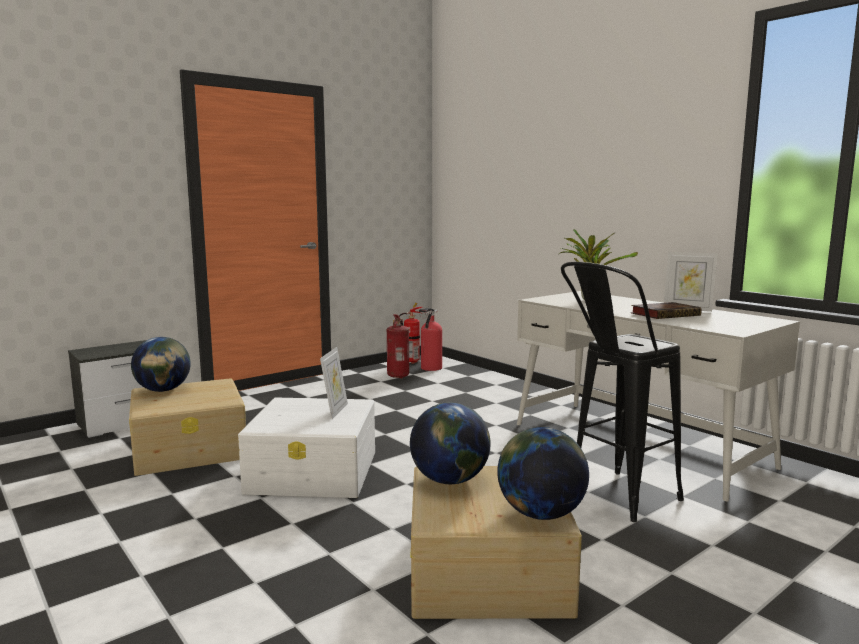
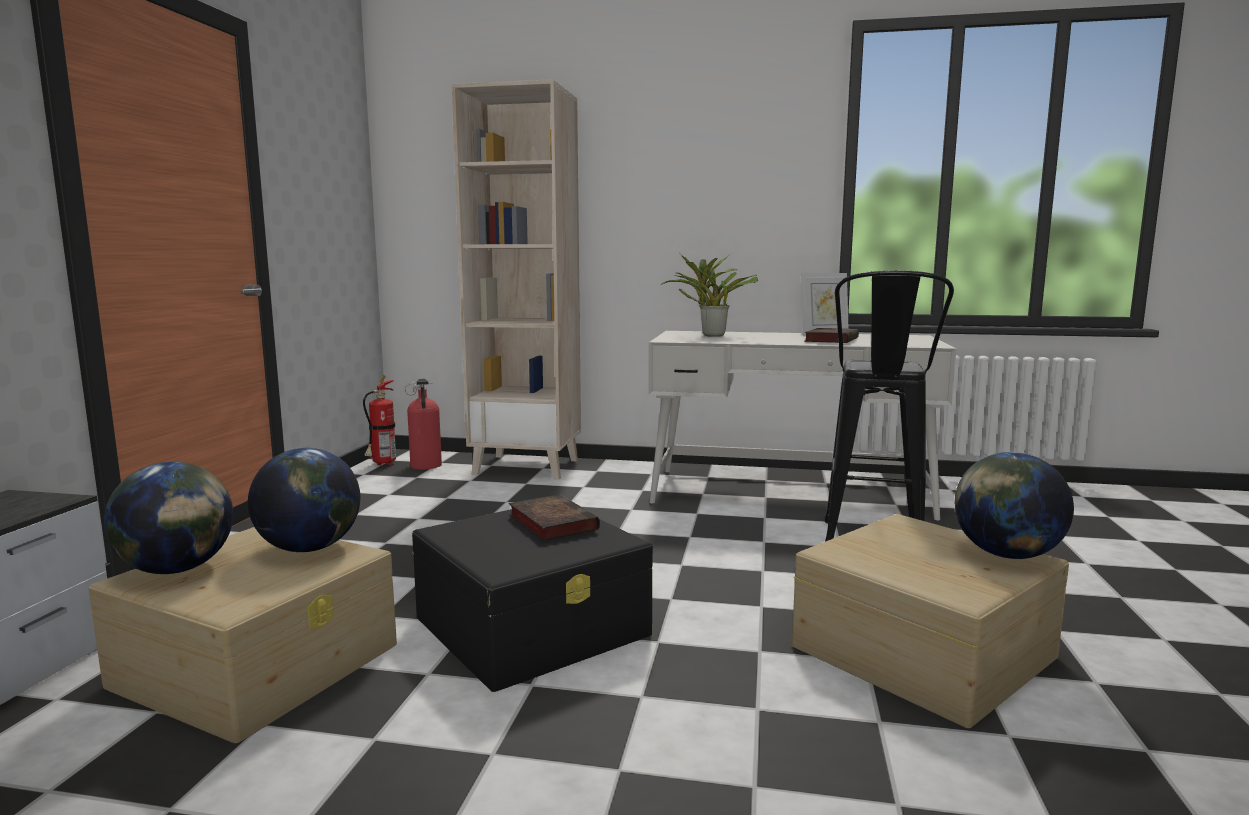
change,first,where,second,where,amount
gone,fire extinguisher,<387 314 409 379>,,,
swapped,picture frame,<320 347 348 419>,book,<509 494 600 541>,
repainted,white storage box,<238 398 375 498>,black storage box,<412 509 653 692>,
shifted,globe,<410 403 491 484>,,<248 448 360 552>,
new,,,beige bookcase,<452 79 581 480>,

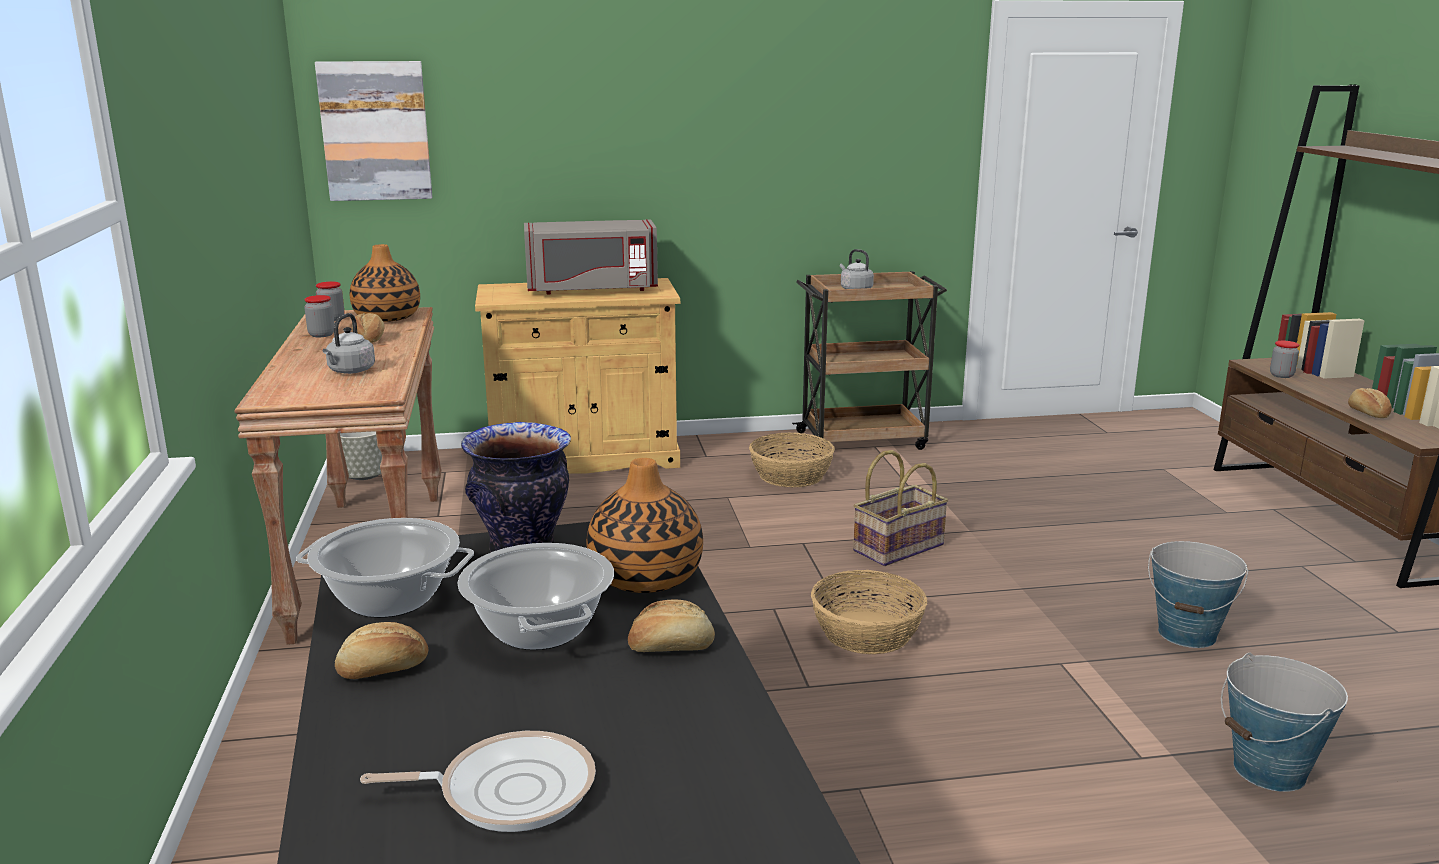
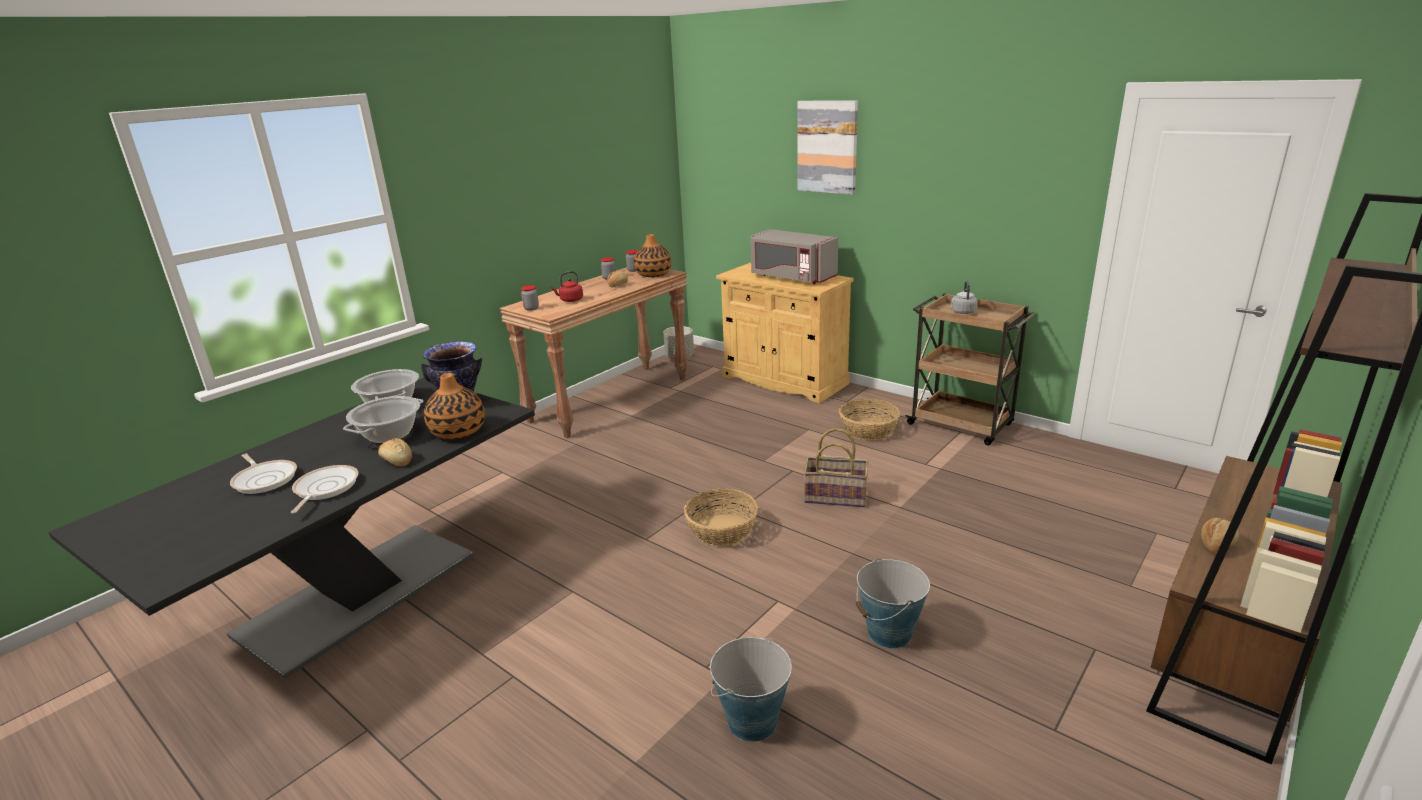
change,first,where,second,where,amount
shifted,picture,<315 61 432 201>,,<797 101 858 195>,
repainted,grey kettle,<323 313 375 374>,red kettle,<551 271 583 302>,
shifted,jar,<1270 341 1299 378>,,<521 285 539 311>,
gone,bread,<335 622 428 679>,,,
new,,,frying pan,<291 465 359 514>,

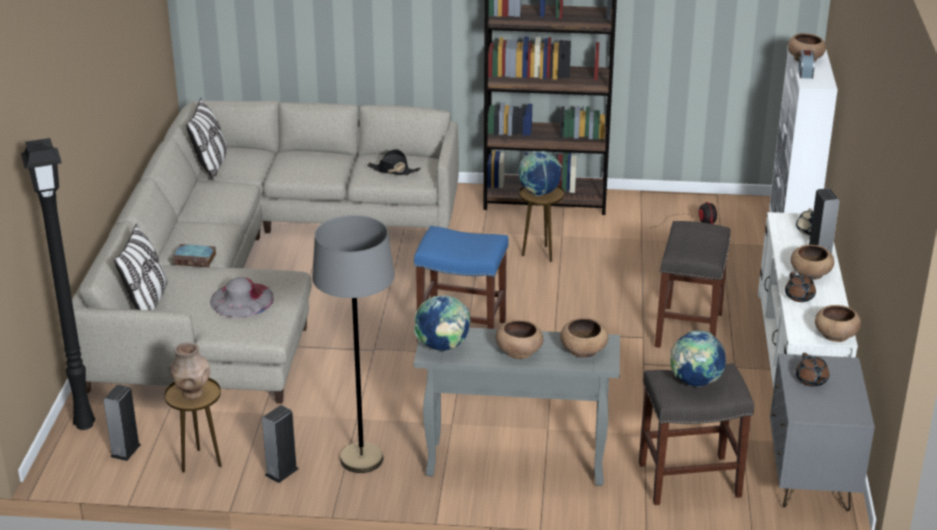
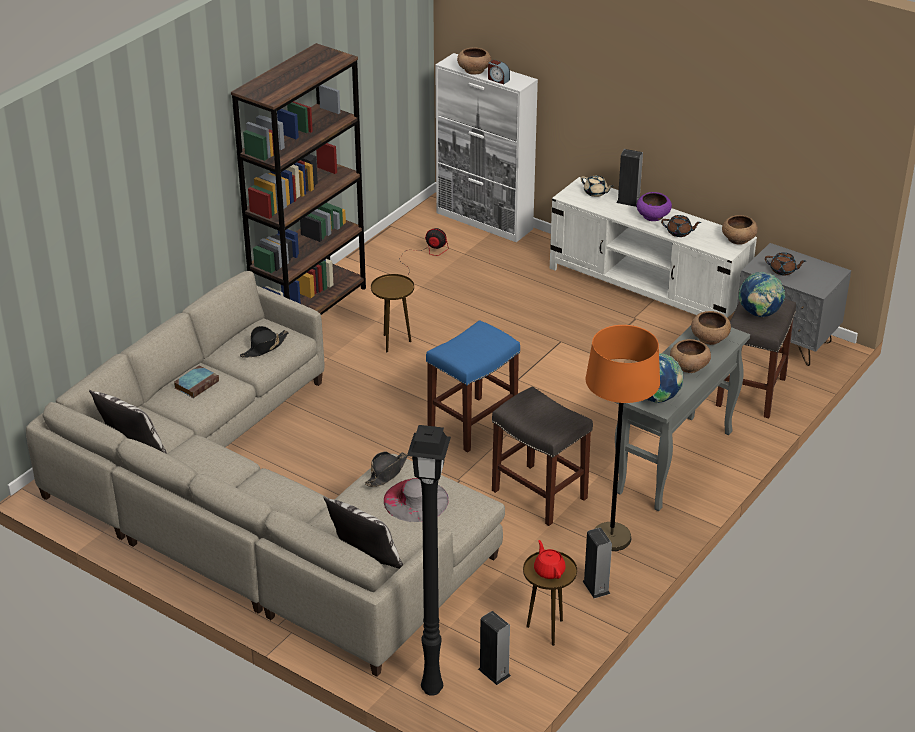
change,first,where,second,where,amount
gone,globe,<518 151 562 196>,,,
repainted,grey floor lamp,<312 215 394 473>,orange floor lamp,<586 325 660 551>,
shifted,grey stool,<655 221 731 348>,,<492 386 593 526>,
shifted,book,<172 244 217 267>,,<174 365 219 398>,
repainted,brown bowl,<791 245 834 280>,purple bowl,<637 192 672 221>,
swapped,brown vase,<169 342 210 400>,red teapot,<534 540 566 579>,
new,,,black hat,<365 451 408 487>,

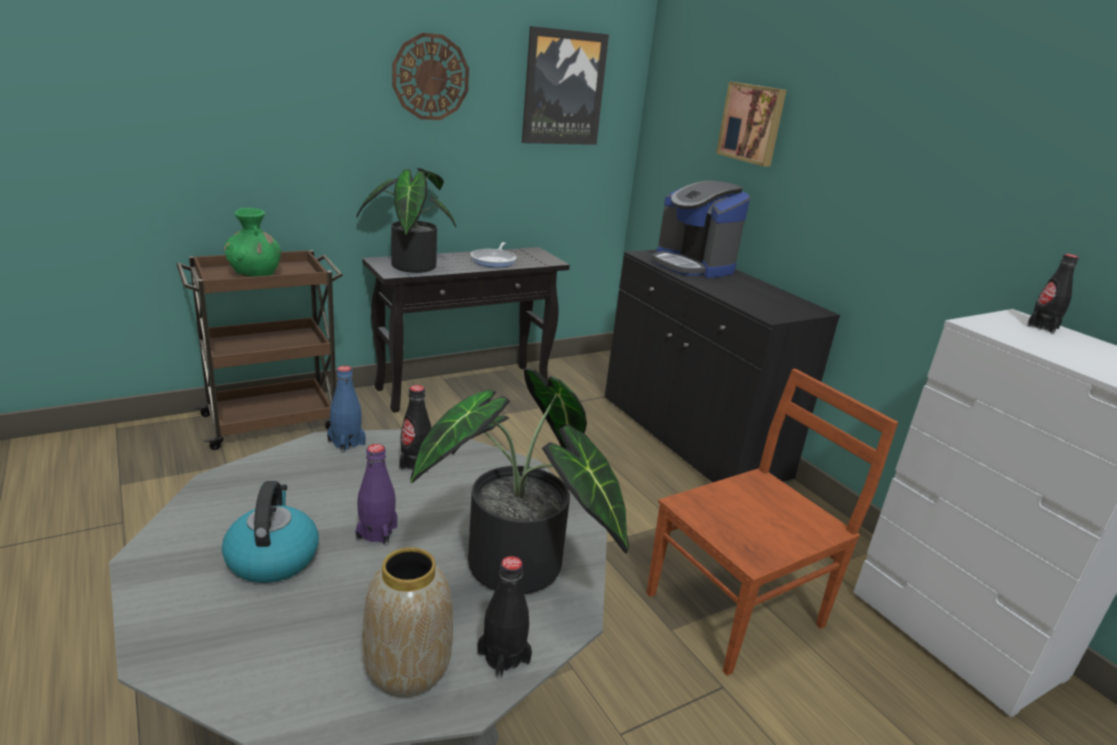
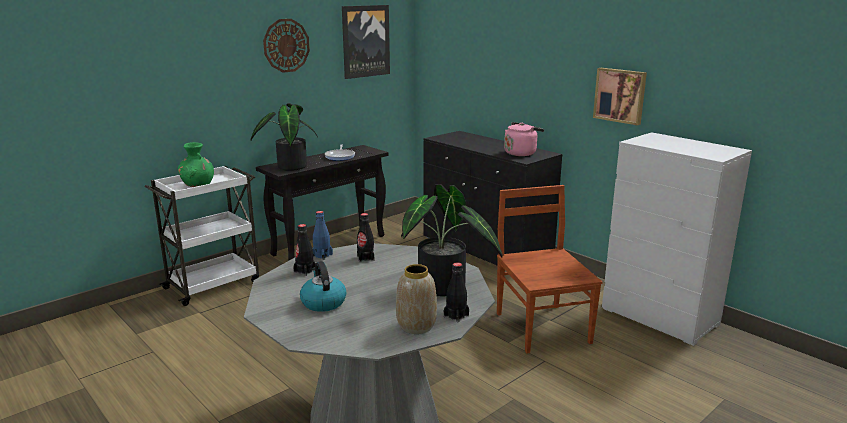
change,first,where,second,where,amount
shifted,picture,<716 82 787 167>,,<593 68 647 125>,
gone,coffee machine,<651 181 750 278>,,,
repainted,brown cart,<177 250 343 450>,white cart,<145 166 259 306>,
shifted,black bottle,<1027 254 1079 334>,,<293 224 316 276>,
rotated,brown chair,<647 369 898 676>,,<497 185 603 353>,60 degrees counterclockwise
gone,purple bottle,<355 444 397 545>,,,
new,,,pink kettle,<504 122 544 156>,

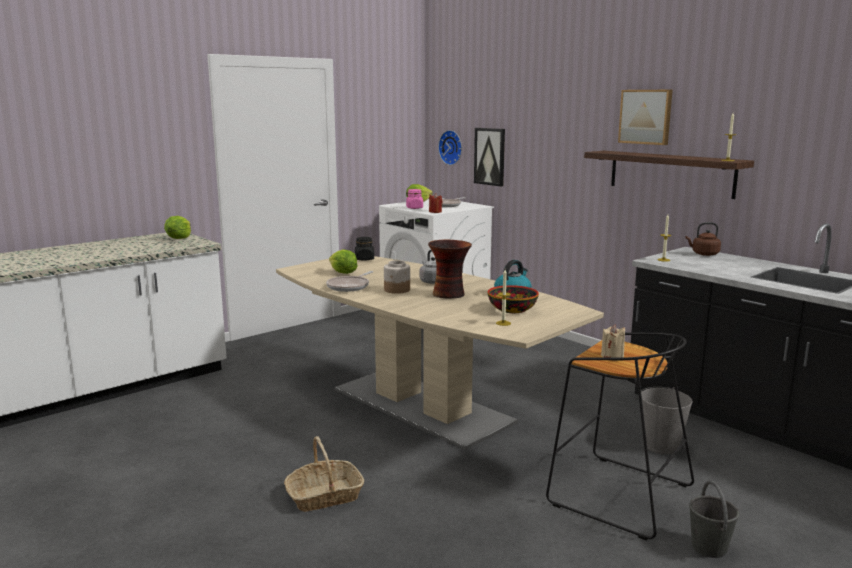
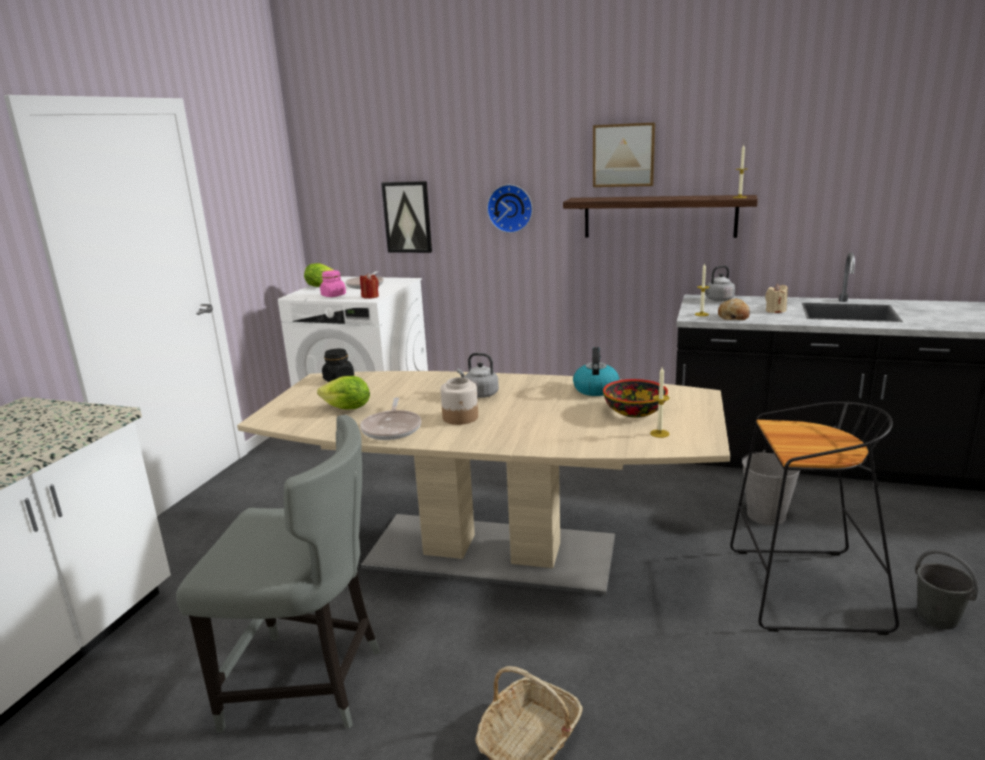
change,first,where,second,where,amount
shifted,wall clock,<438 130 462 165>,,<487 184 533 233>,
gone,lettuce,<164 216 191 239>,,,
repainted,brown kettle,<686 222 721 256>,grey kettle,<701 265 735 302>,
gone,vase,<428 240 472 299>,,,
shifted,beige candle,<601 325 625 358>,,<765 284 788 313>,
new,,,bread,<718 298 750 320>,
new,,,grey chair,<176 415 380 733>,

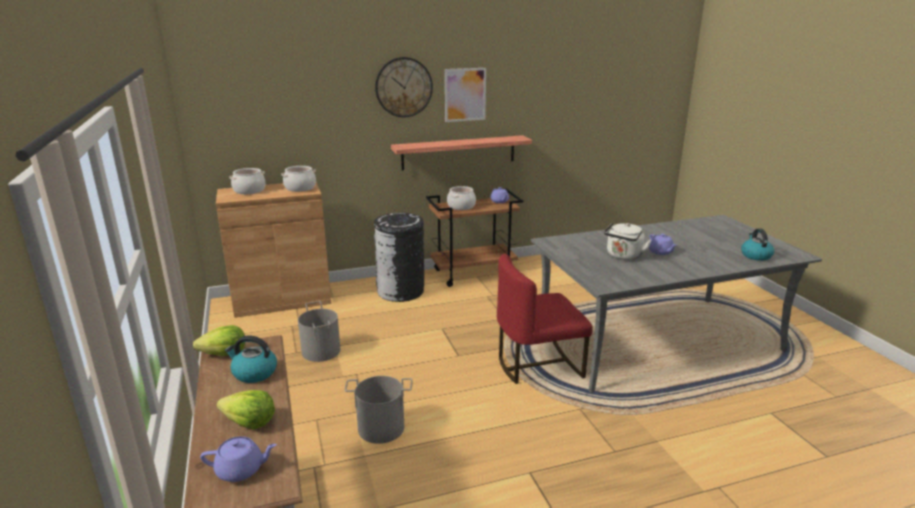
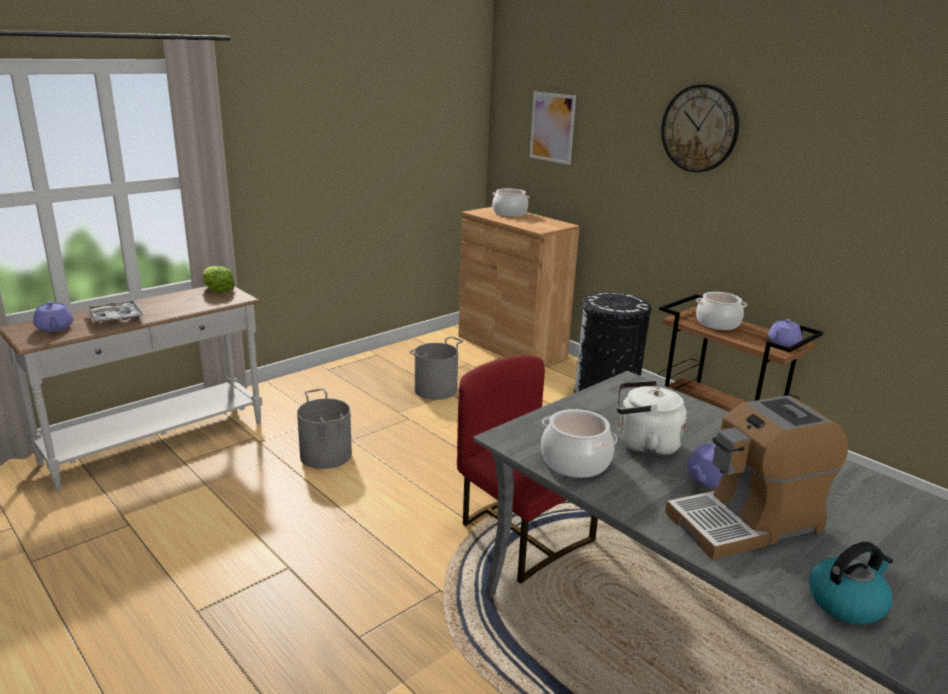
change,first,where,second,where,amount
shifted,picture,<445 68 486 122>,,<530 92 576 165>,
gone,shelf,<391 135 532 170>,,,
shifted,cooking pot,<281 166 316 192>,,<541 409 617 478>,
gone,kettle,<225 335 277 383>,,,
swapped,lettuce,<217 390 275 430>,tray,<86 300 146 323>,
new,,,coffee machine,<665 395 848 560>,

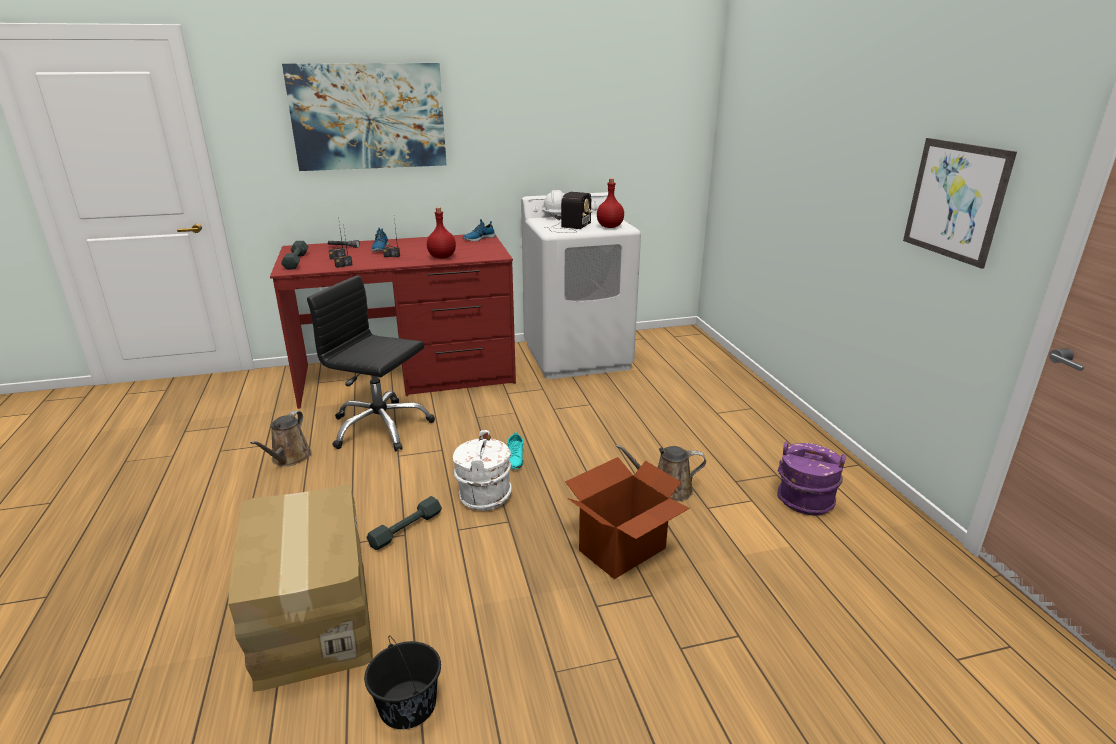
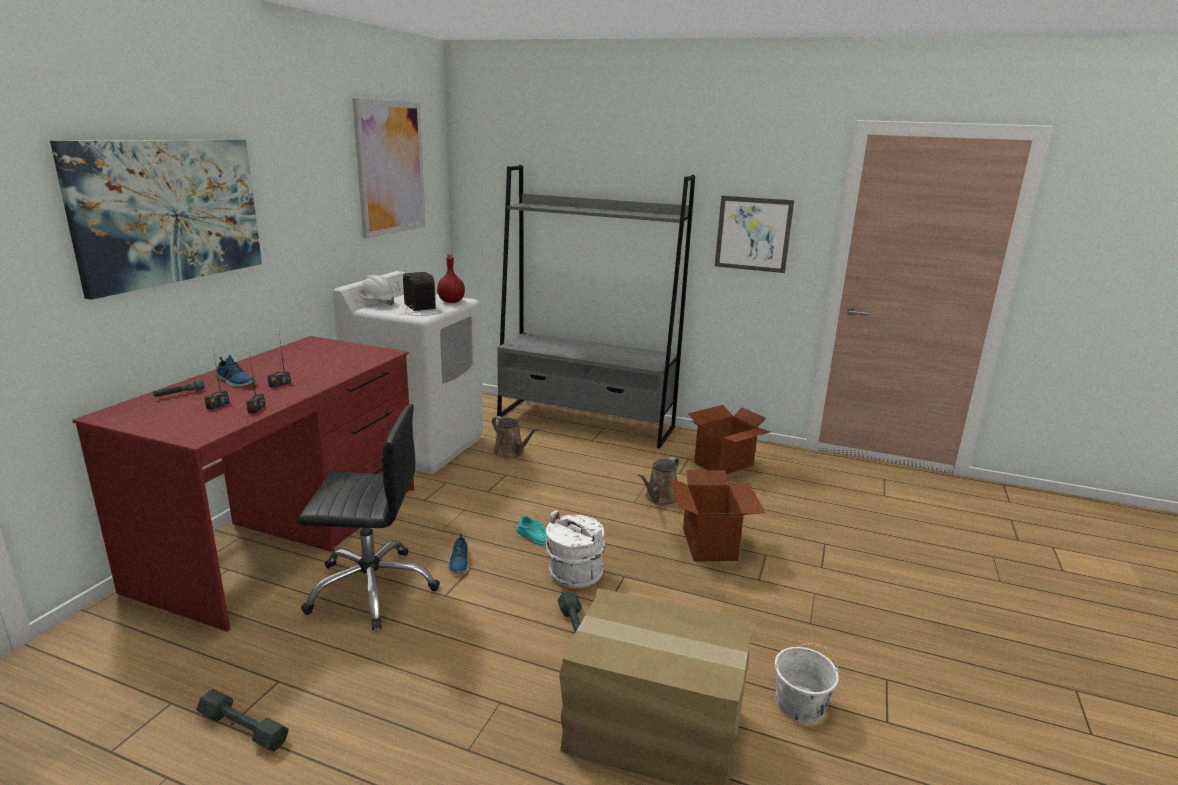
change,first,where,second,where,amount
gone,red bottle,<427 207 456 259>,,,
shifted,shoe,<463 219 495 241>,,<448 533 468 574>,
shifted,grey dumbbell,<281 241 308 270>,,<196 689 289 752>,
rotated,black office chair,<307 275 435 451>,,<298 404 440 630>,150 degrees counterclockwise
shifted,brown watering can,<250 411 312 466>,,<492 416 539 458>,
swapped,purple bucket,<777 442 846 515>,cardboard box,<688 405 771 474>,
repainted,black bucket,<364 635 441 729>,white bucket,<775 643 839 723>,
new,,,picture,<352 98 426 238>,
new,,,grey bookcase,<497 165 695 448>,

